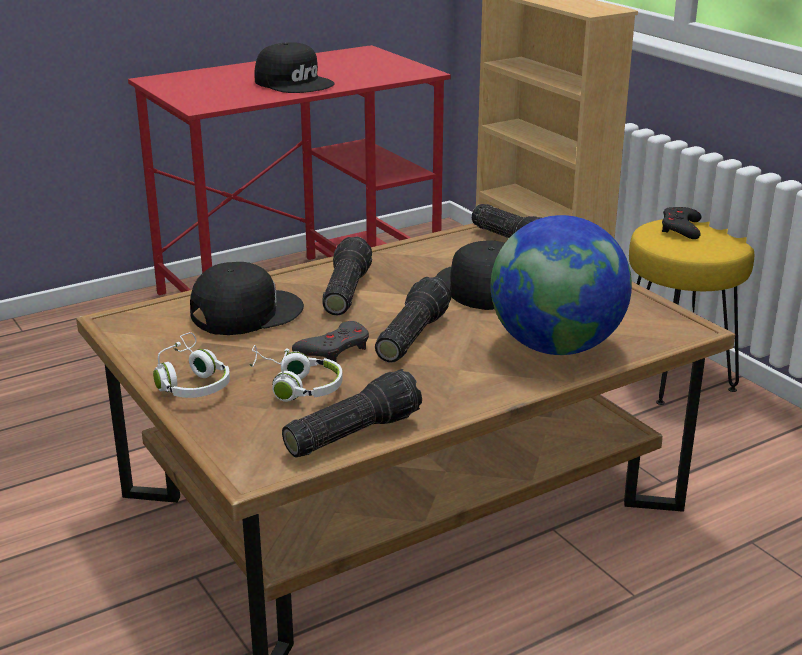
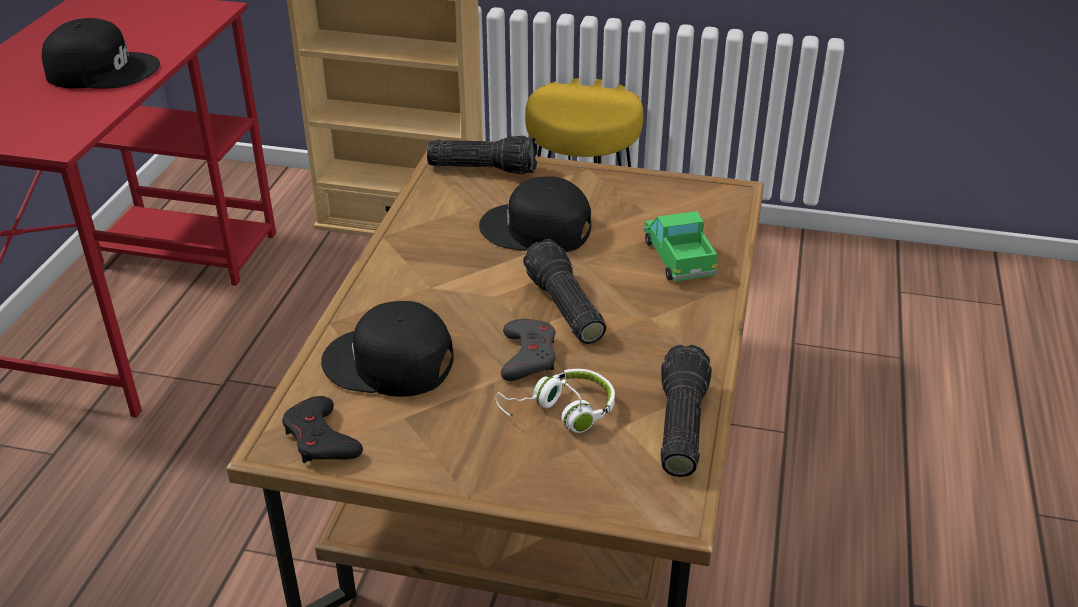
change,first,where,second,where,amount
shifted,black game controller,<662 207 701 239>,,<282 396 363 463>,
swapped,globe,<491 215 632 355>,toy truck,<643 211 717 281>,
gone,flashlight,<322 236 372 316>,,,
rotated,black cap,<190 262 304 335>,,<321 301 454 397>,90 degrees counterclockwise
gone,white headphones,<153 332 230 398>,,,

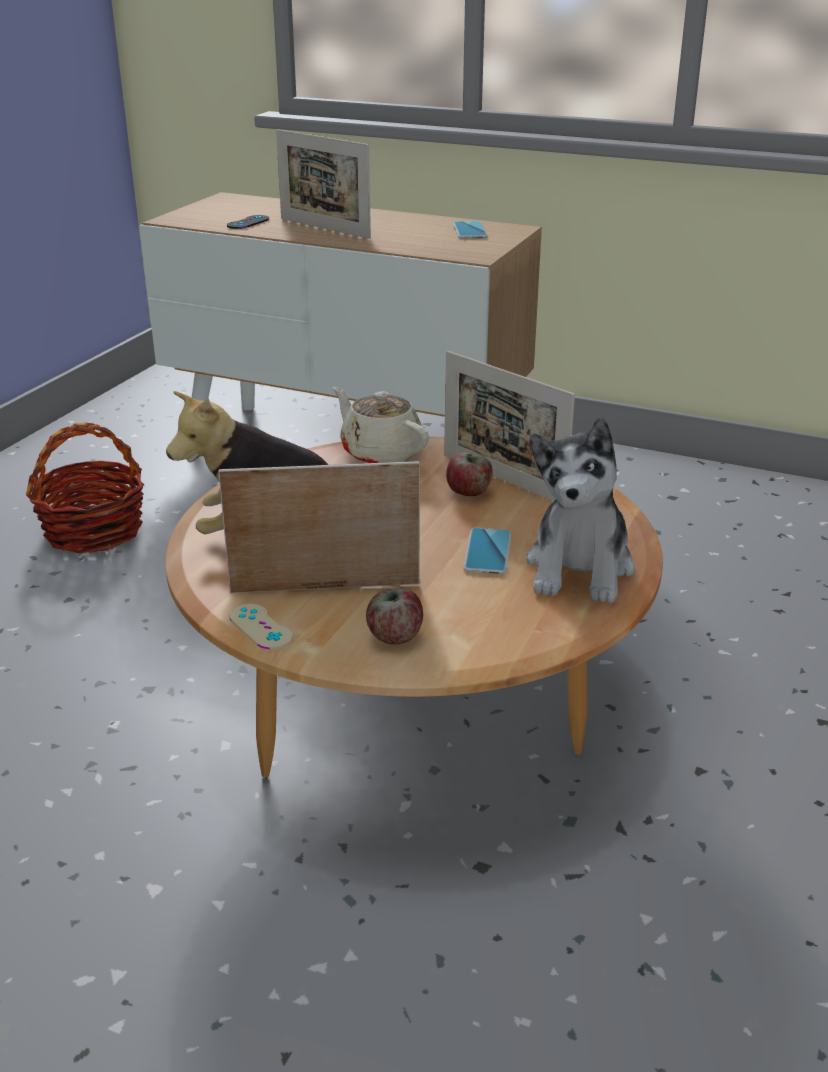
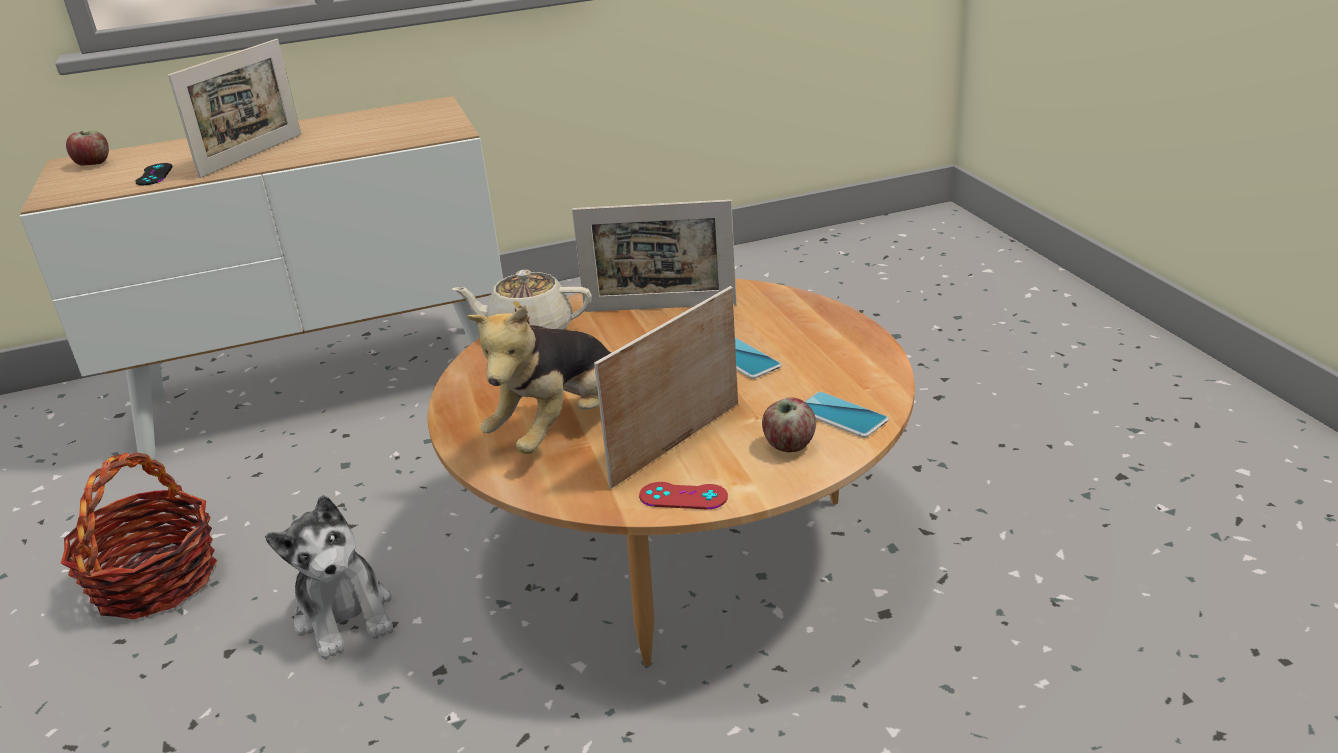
change,first,where,second,where,amount
rotated,picture frame,<276 129 371 239>,,<168 39 301 178>,60 degrees counterclockwise
shifted,phone,<453 221 487 238>,,<804 392 889 438>,
shifted,plush toy,<526 418 635 603>,,<265 495 393 659>,
shifted,apple,<446 452 493 496>,,<66 130 109 166>,
repainted,beige game controller,<229 604 293 650>,red game controller,<639 482 728 509>,

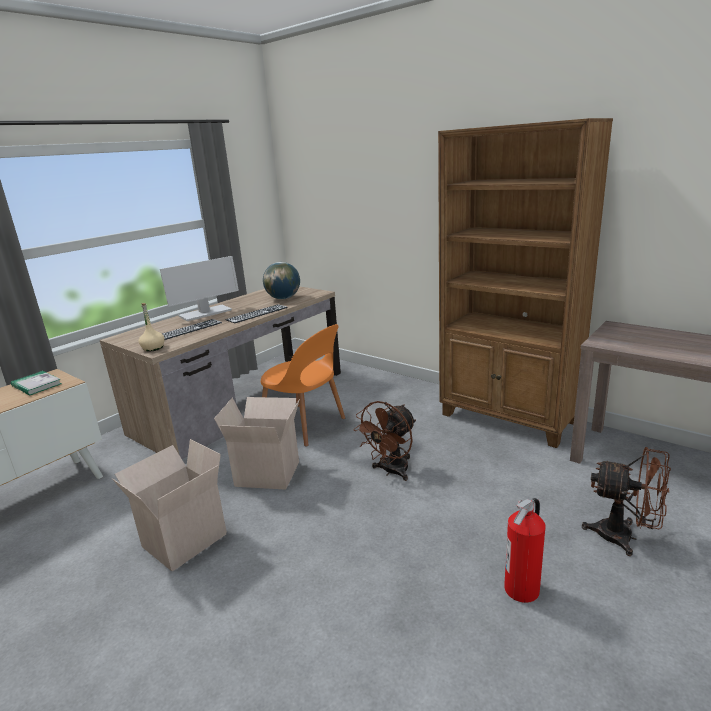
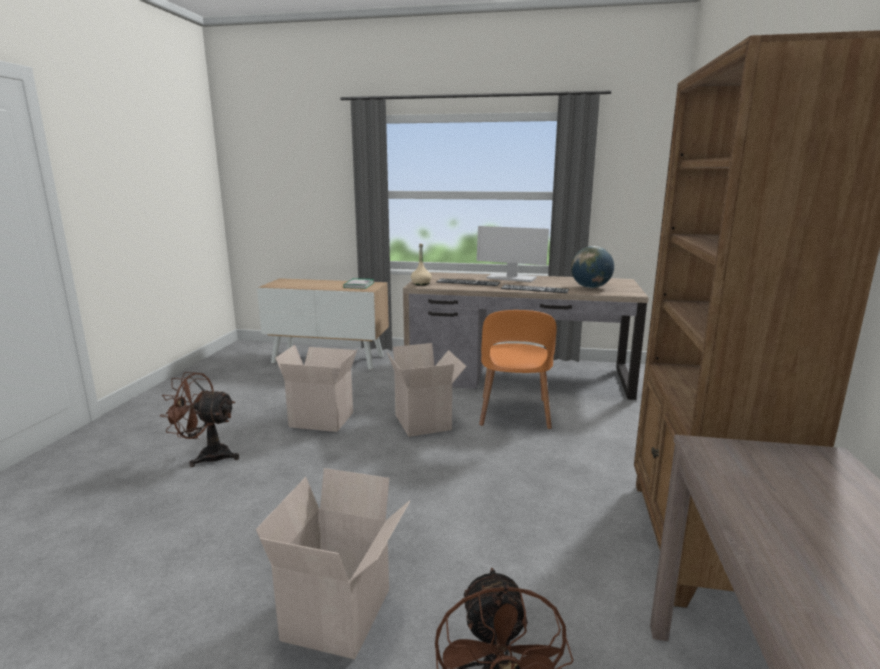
change,first,where,second,where,amount
shifted,brown fan,<354 401 416 481>,,<160 372 239 467>,
swapped,fire extinguisher,<504 498 546 603>,cardboard box,<256 468 410 659>,

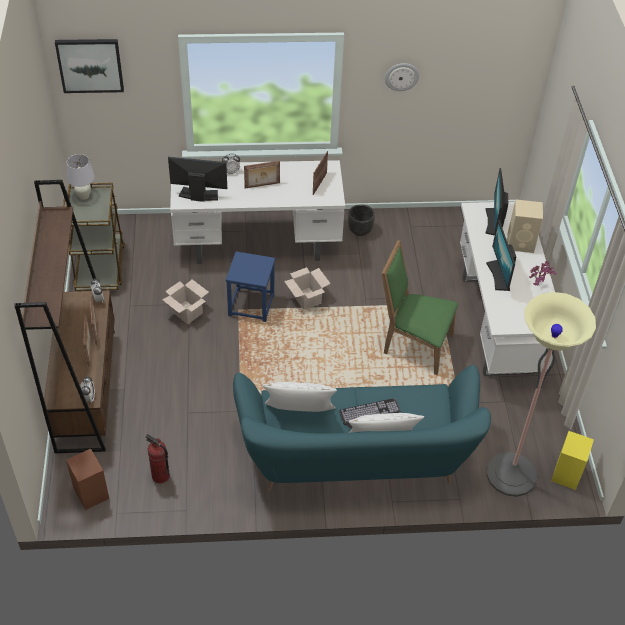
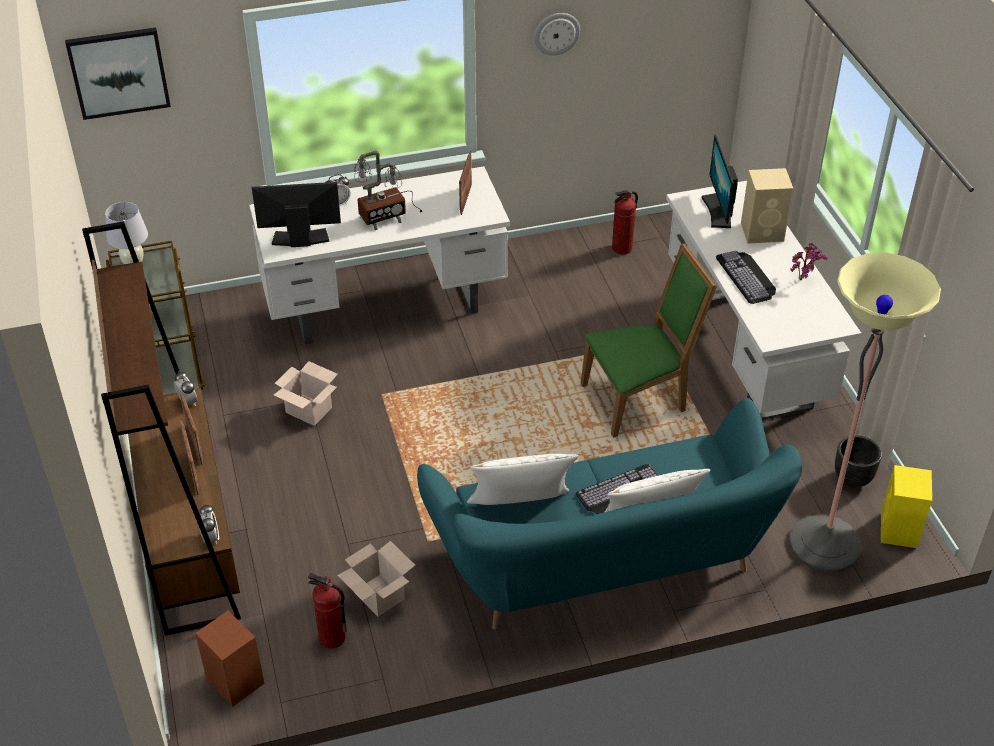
change,first,where,second,where,amount
swapped,picture frame,<244 161 280 188>,table lamp,<354 151 422 230>,
shifted,black planter,<348 204 375 236>,,<835 435 882 487>,
swapped,monitor,<486 220 516 291>,keyboard,<716 251 776 304>,
rotated,green chair,<382 240 458 375>,,<581 243 717 438>,150 degrees clockwise
gone,blue stool,<226 252 275 322>,,,
shifted,cardboard box,<284 267 331 310>,,<338 541 415 617>,
new,,,fire extinguisher,<612 190 638 255>,

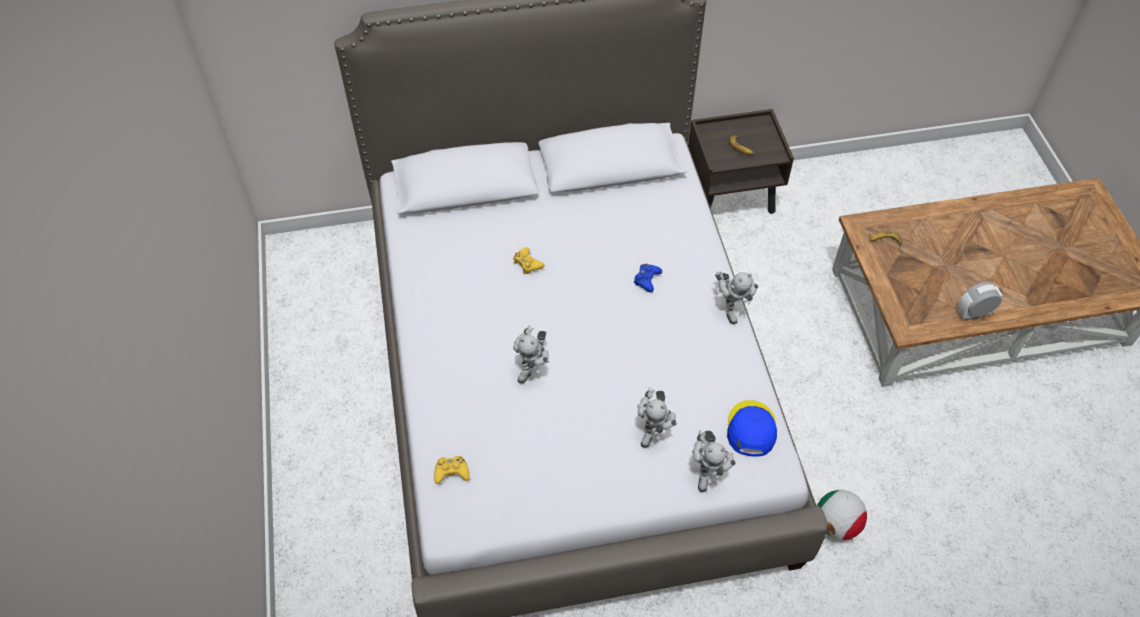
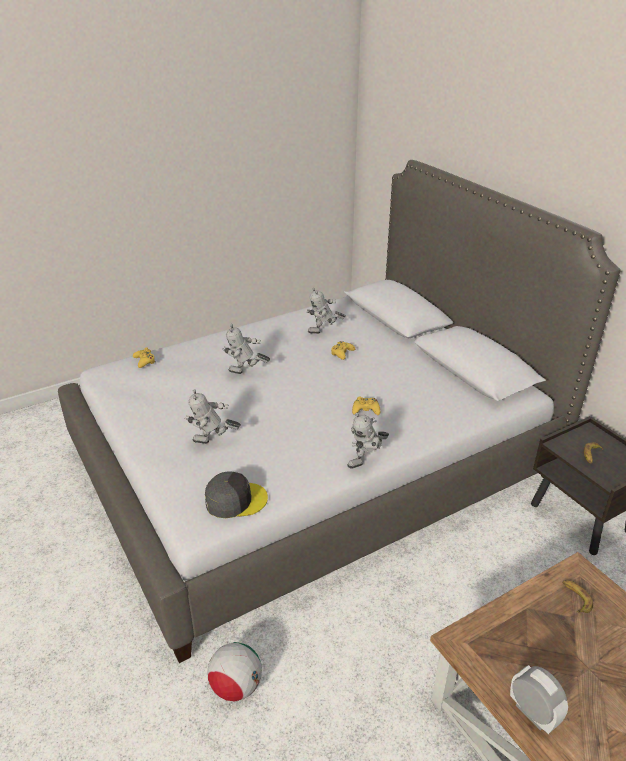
change,first,where,second,where,amount
repainted,blue game controller,<634 263 662 293>,yellow game controller,<352 396 380 415>,
repainted,blue cap,<727 400 777 457>,grey cap,<205 471 268 518>,
shifted,toy robot,<692 430 736 492>,,<306 288 346 334>,

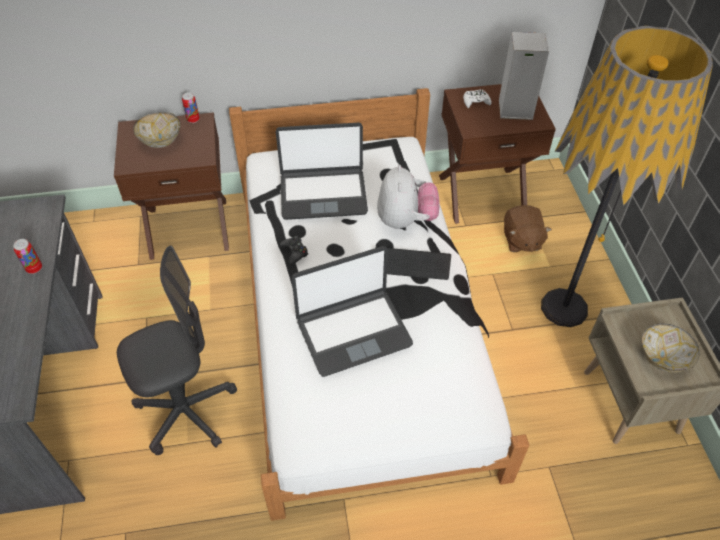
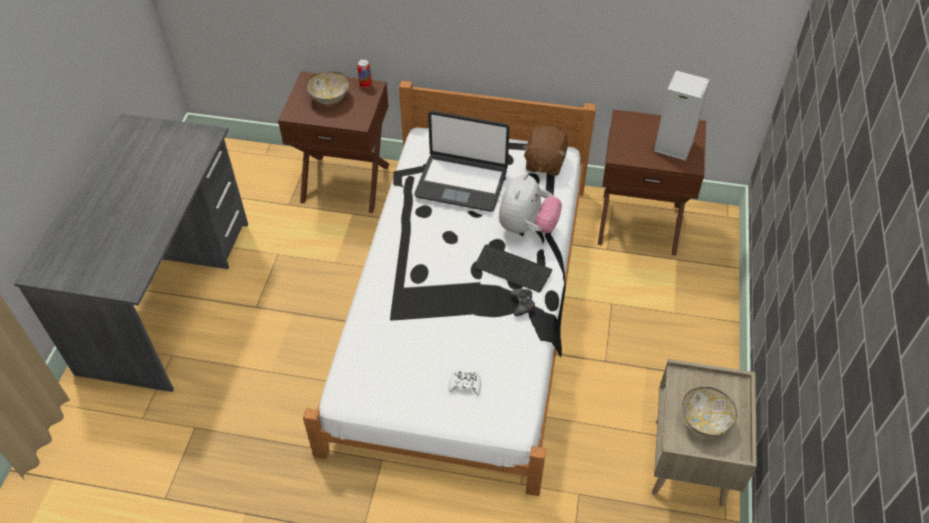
change,first,where,second,where,amount
gone,floor lamp,<541 26 713 327>,,,
shifted,white game controller,<463 89 492 108>,,<449 369 481 395>,
shifted,brown plush toy,<504 205 552 252>,,<523 125 568 176>,
shifted,black game controller,<280 236 308 264>,,<510 289 535 316>,
gone,can,<13 239 42 274>,,,
gone,grey office chair,<117 245 237 455>,,,
gone,laptop,<292 246 413 377>,,,

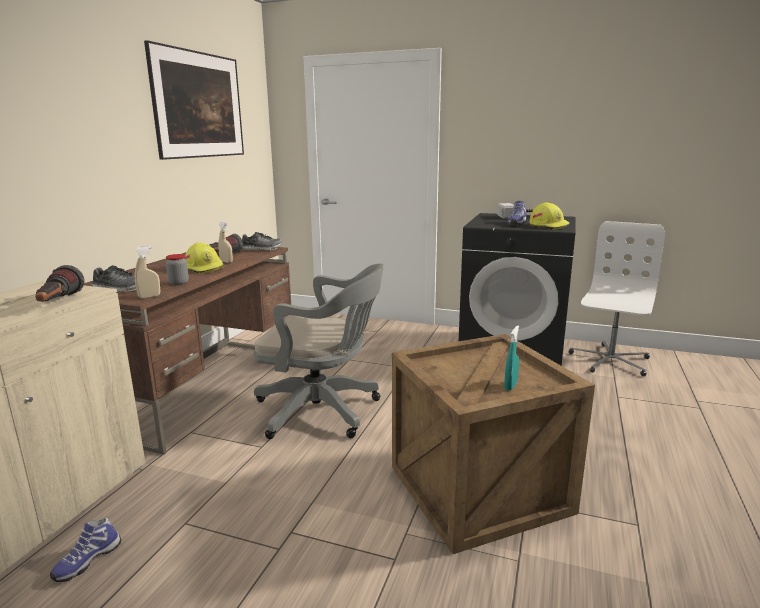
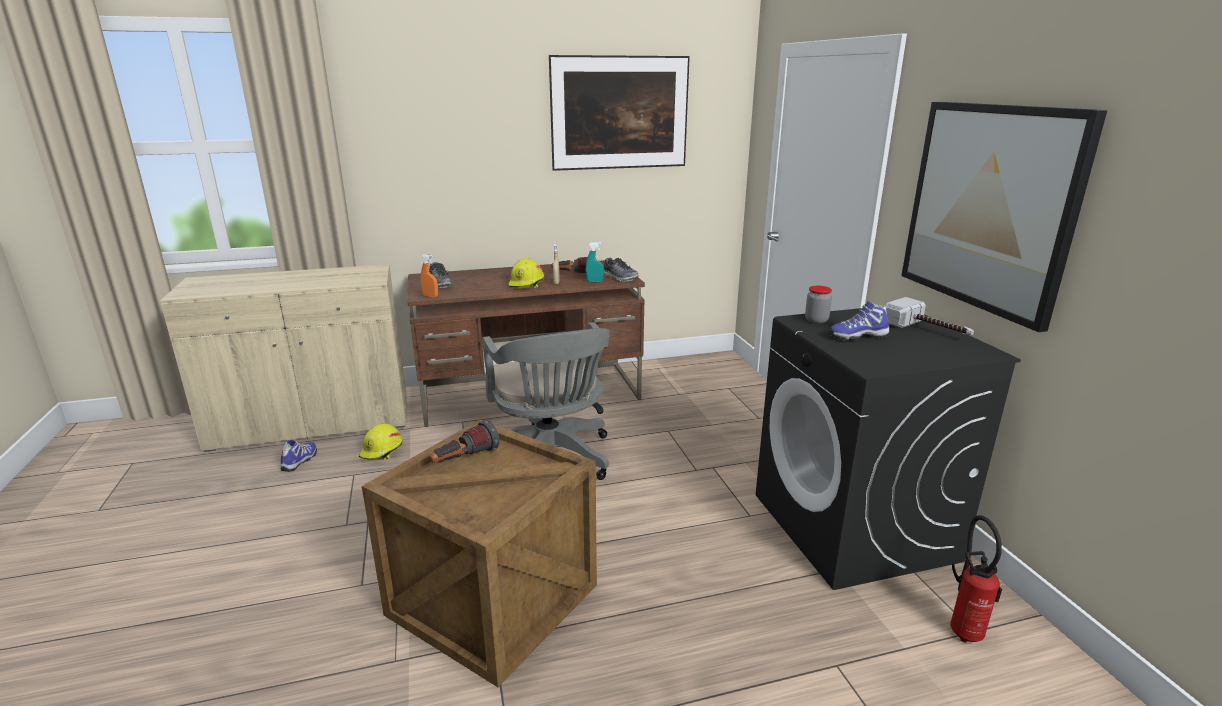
change,first,where,second,where,amount
shifted,yellow hard hat,<529 203 570 230>,,<359 423 403 460>,
swapped,white office chair,<569 221 665 376>,fire extinguisher,<950 515 1002 643>,
repainted,beige spray bottle,<135 246 160 298>,orange spray bottle,<421 254 438 298>,
shifted,jar,<166 254 189 285>,,<805 286 832 324>,
shifted,flashlight,<35 265 84 302>,,<429 420 499 463>,
shifted,turquoise spray bottle,<504 326 519 390>,,<586 242 604 282>,
rotated,shoe,<50 518 121 582>,,<281 440 317 472>,105 degrees clockwise
new,,,picture,<901 102 1107 332>,

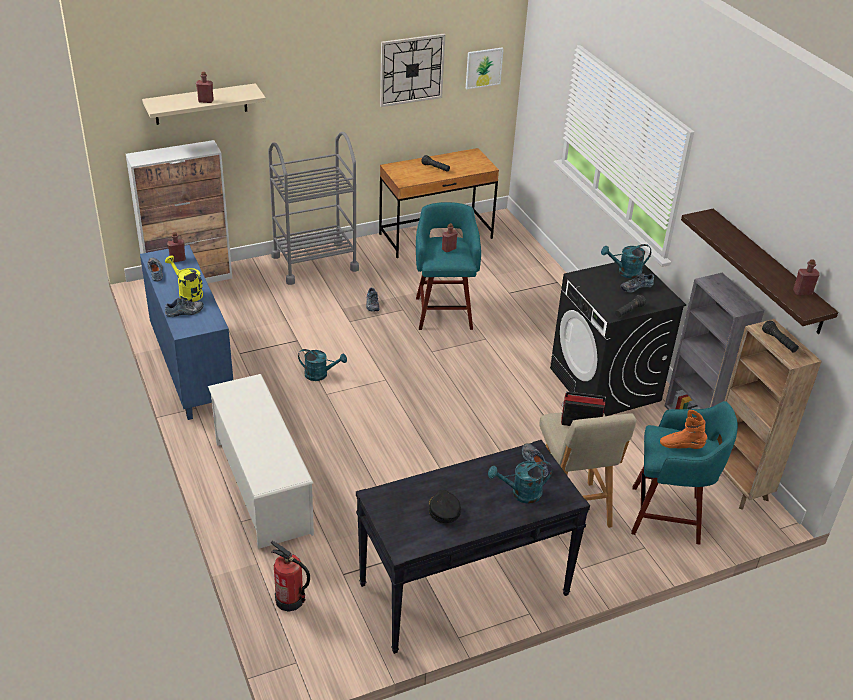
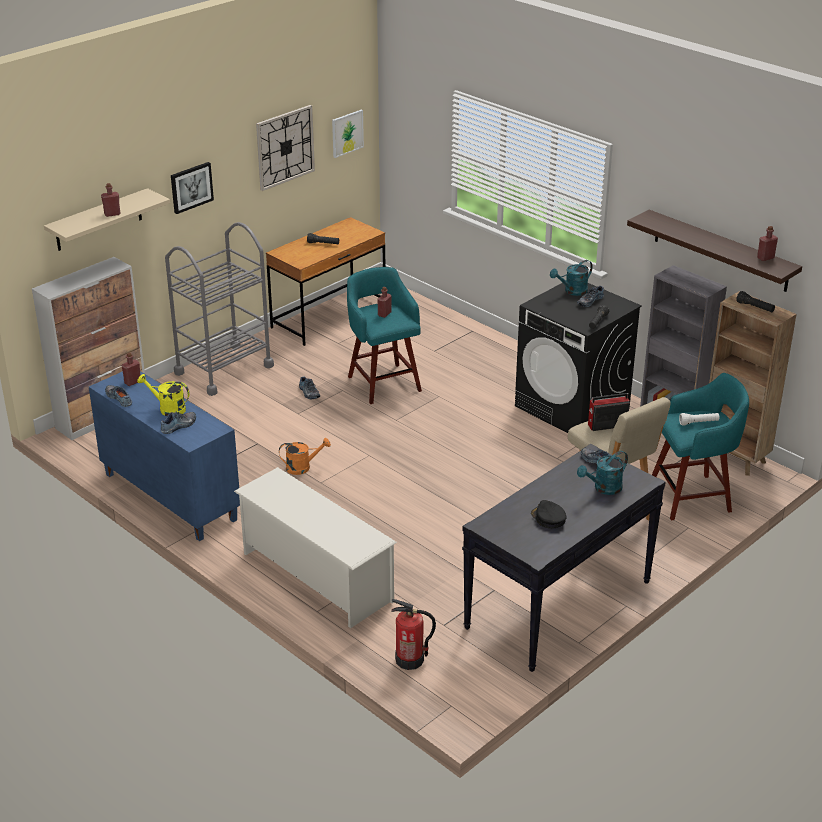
change,first,where,second,where,amount
repainted,turquoise watering can,<298 349 347 381>,orange watering can,<279 438 331 475>,
swapped,orange boot,<660 410 708 449>,white flashlight,<679 413 719 426>,
new,,,picture,<171 162 214 214>,

